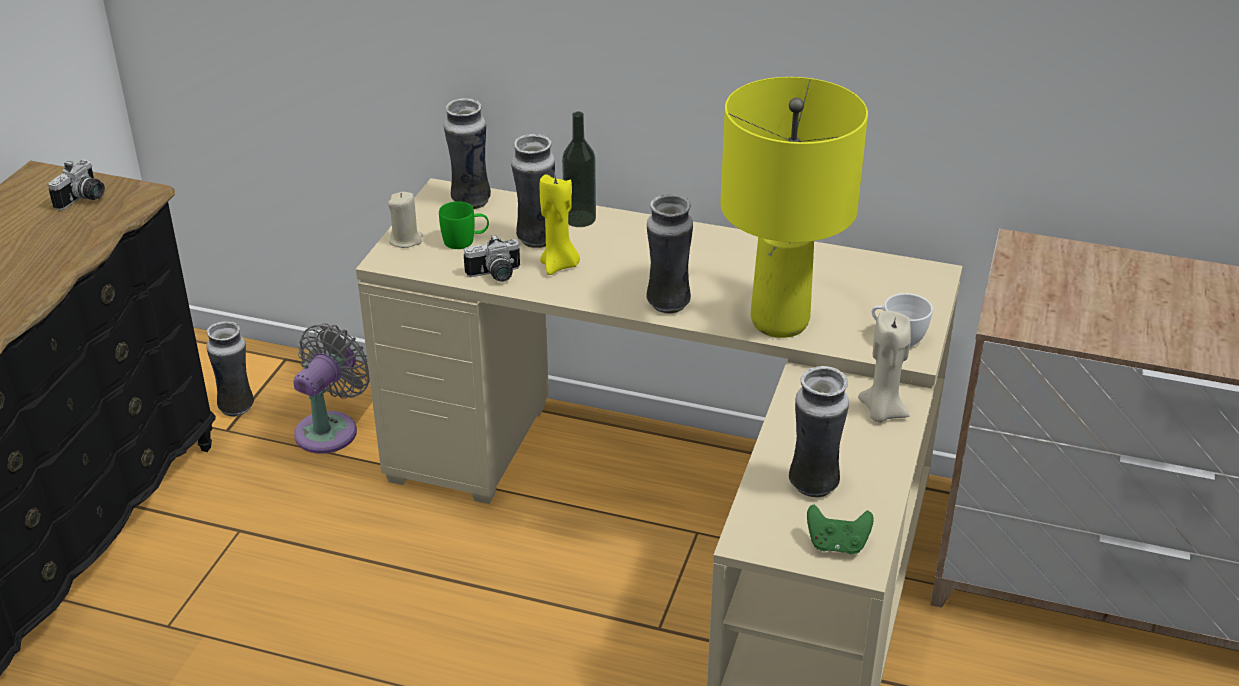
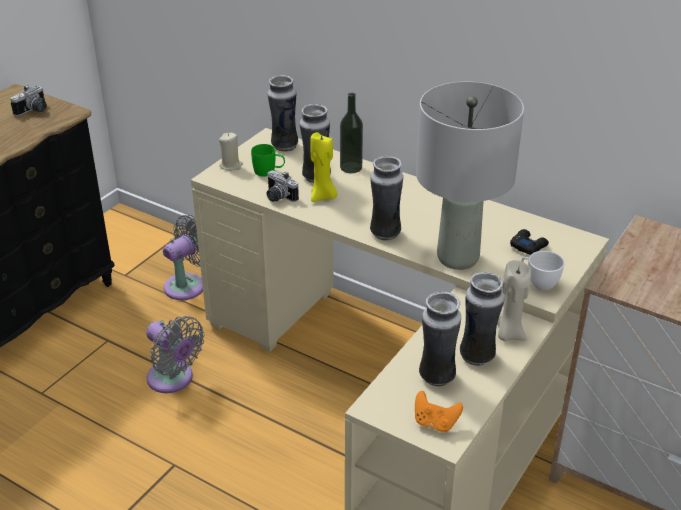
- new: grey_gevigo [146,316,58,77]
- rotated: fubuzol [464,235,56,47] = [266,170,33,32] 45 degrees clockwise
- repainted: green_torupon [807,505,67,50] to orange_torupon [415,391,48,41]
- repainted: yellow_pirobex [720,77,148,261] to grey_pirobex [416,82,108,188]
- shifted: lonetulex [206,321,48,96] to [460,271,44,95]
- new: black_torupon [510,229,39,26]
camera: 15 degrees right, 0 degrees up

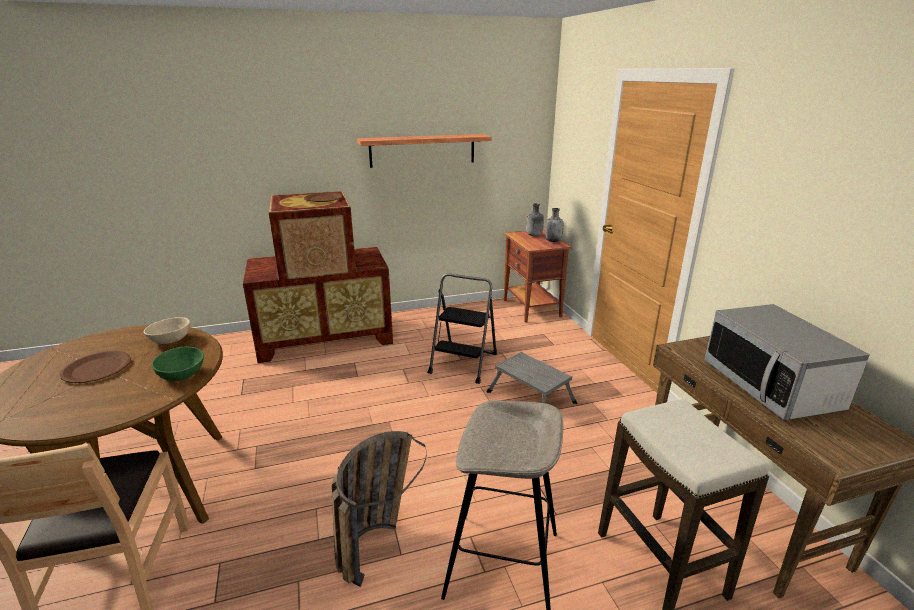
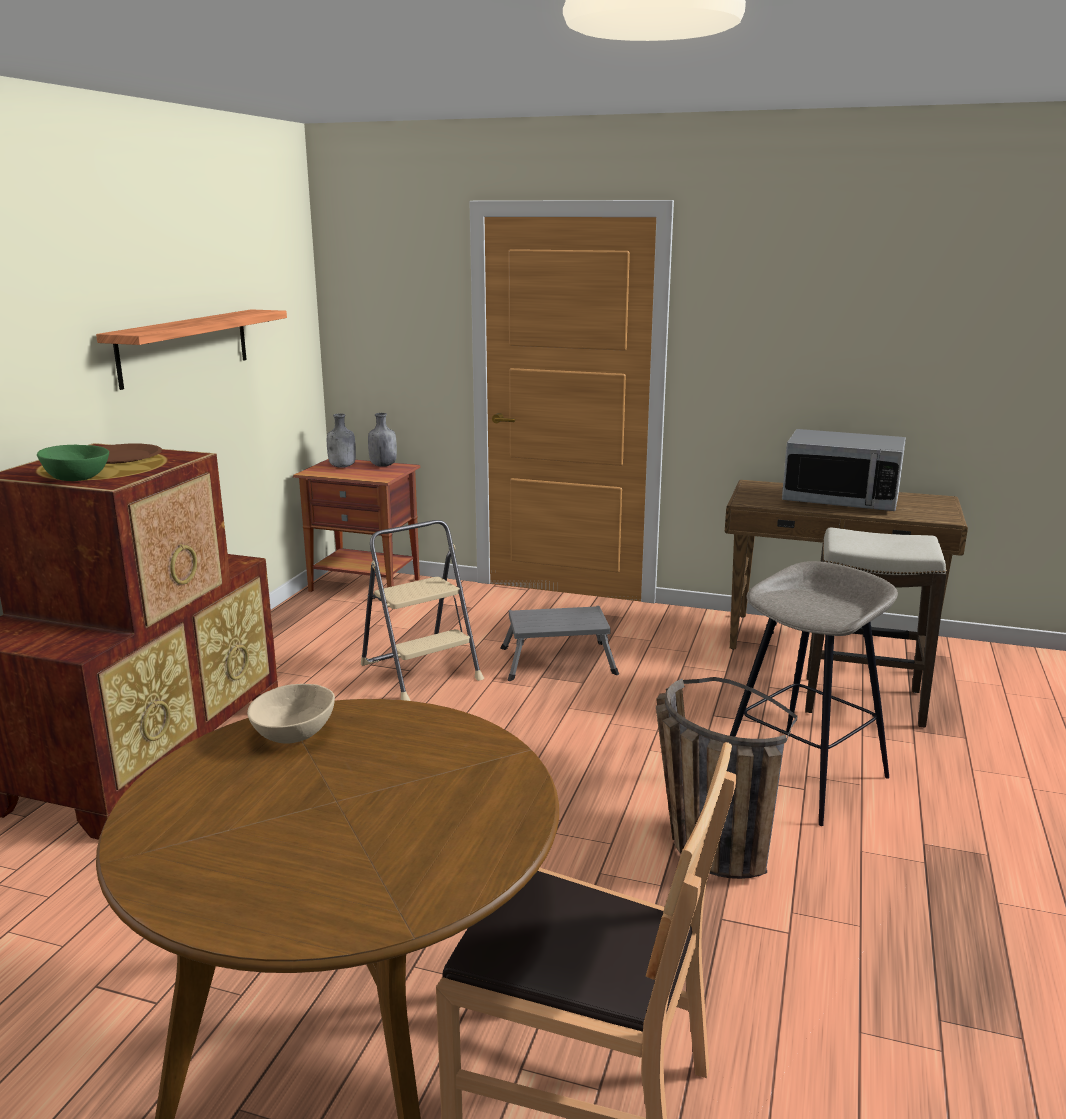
- shifted: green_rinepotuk [152,347,52,34] to [37,445,72,36]
- repainted: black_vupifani [427,274,70,110] to beige_vupifani [361,520,123,181]
- gone: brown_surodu [60,351,71,32]
camera: 55 degrees left, 5 degrees down

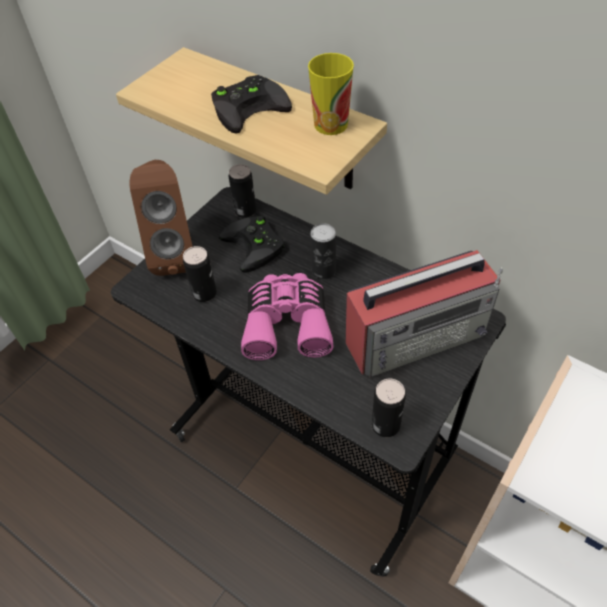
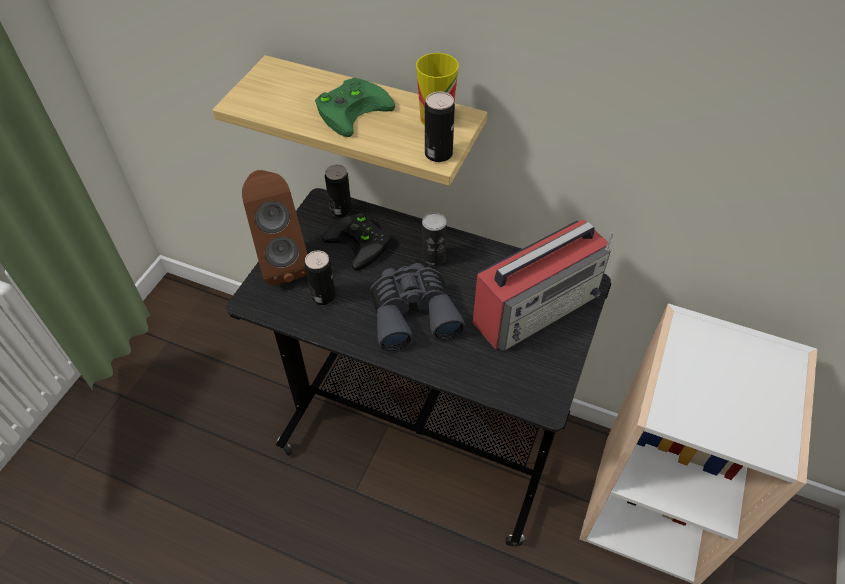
- repainted: black_torupon [211,75,81,59] to green_torupon [315,78,80,59]
- repainted: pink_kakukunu [241,273,93,87] to grey_kakukunu [371,263,95,89]
- shifted: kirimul [371,378,35,59] to [425,92,30,70]
camera: 15 degrees left, 0 degrees up

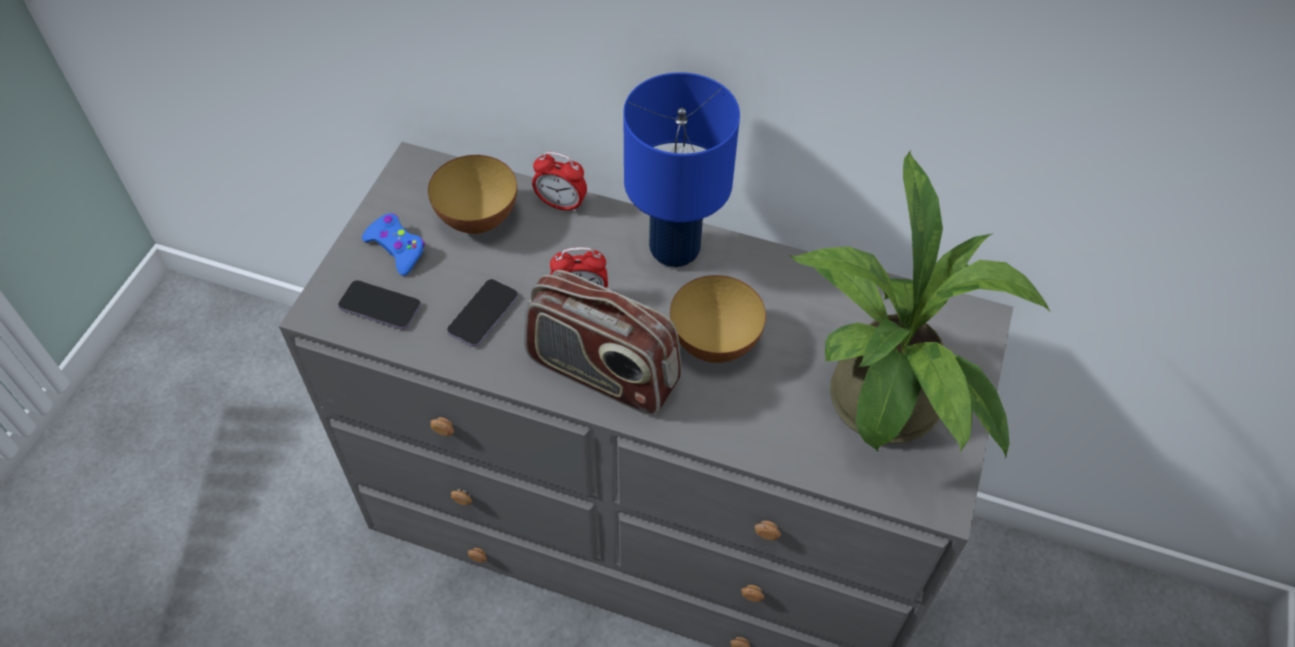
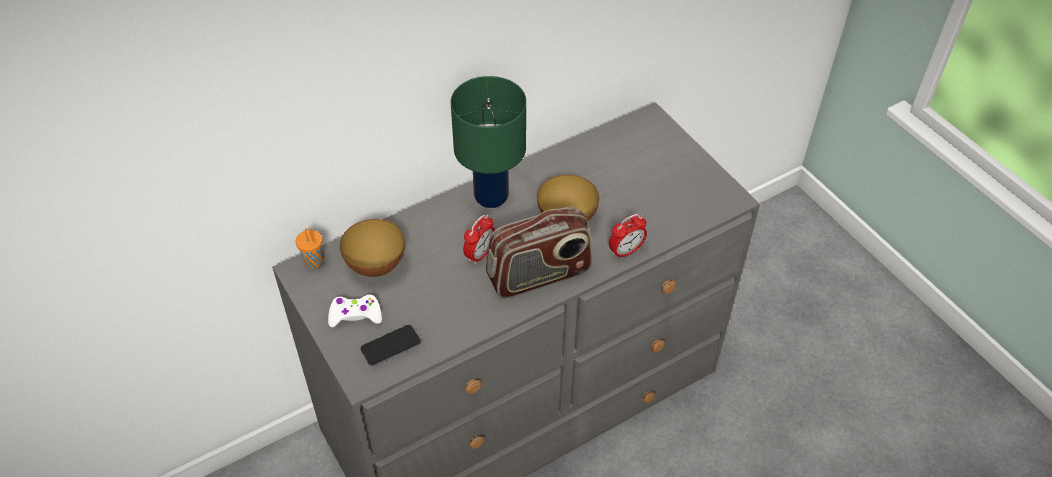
- new: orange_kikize [295,228,28,41]
- repainted: blue_torupon [362,213,63,63] to white_torupon [328,295,54,32]
- repainted: blue_pirobex [623,72,117,195] to green_pirobex [451,76,75,132]
- shifted: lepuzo [532,152,55,60] to [609,214,38,46]
- gone: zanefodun [447,279,71,68]
- gone: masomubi [789,150,261,308]
camera: 50 degrees left, 5 degrees down

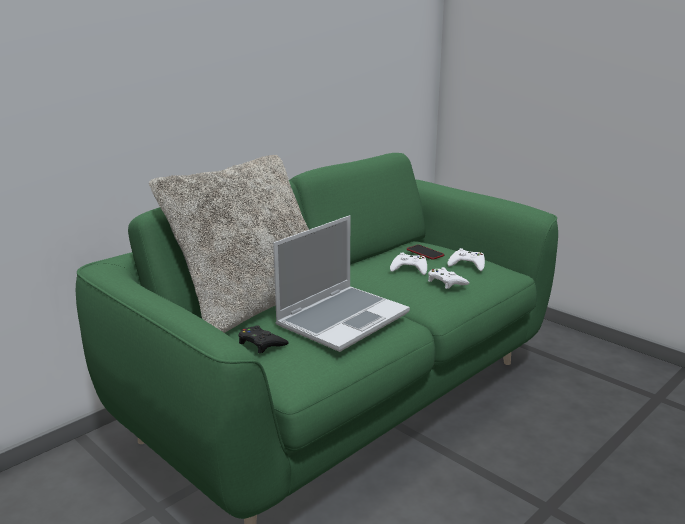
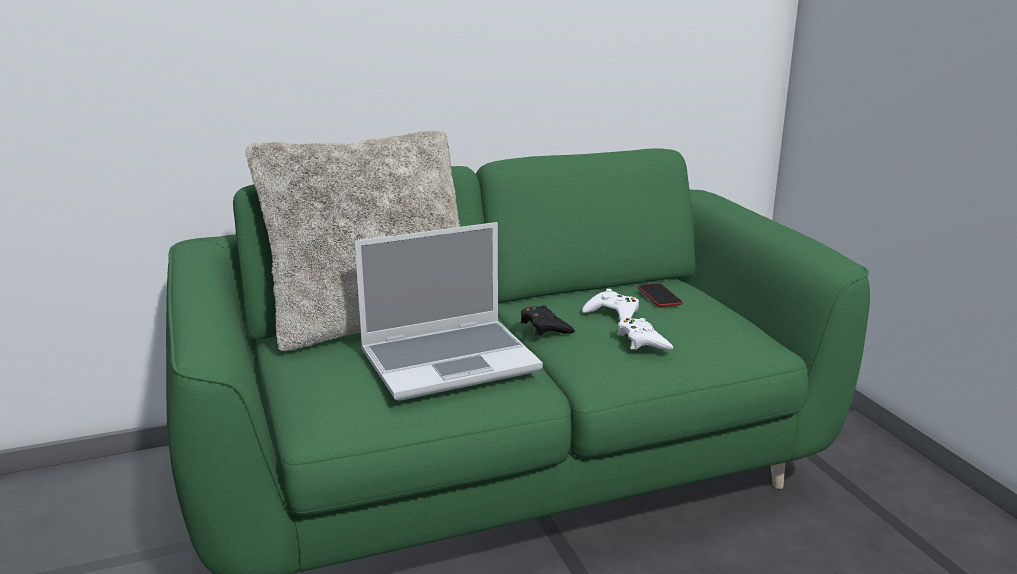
- shifted: black_torupon [238,325,51,28] to [520,305,55,31]
- gone: white_torupon [447,248,38,23]
camera: 25 degrees right, 0 degrees up

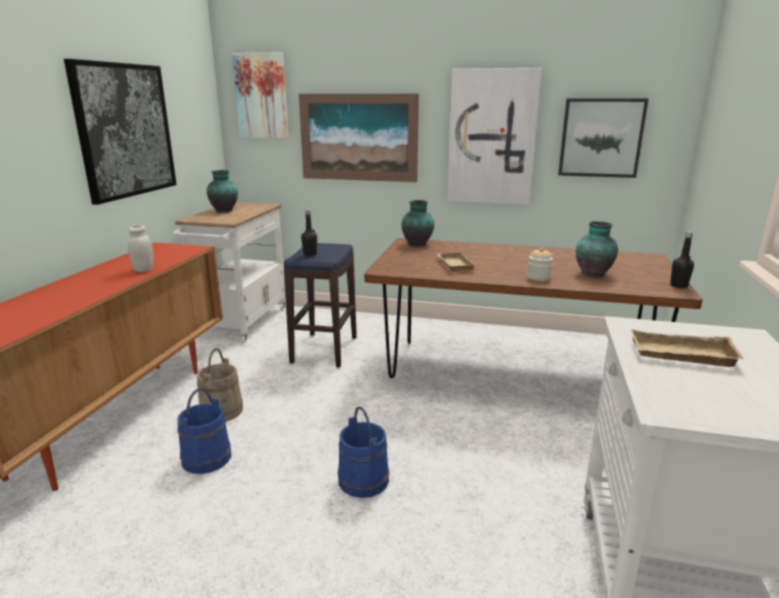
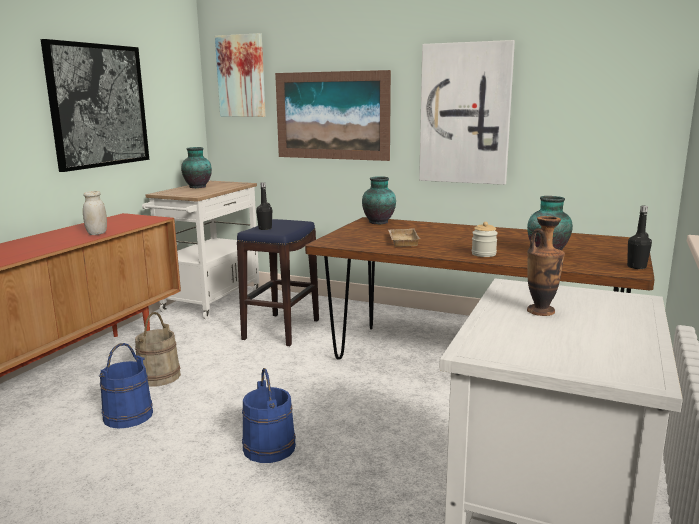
- swapped: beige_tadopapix [631,329,113,38] to lonetulex [527,216,38,100]
- gone: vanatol [558,98,91,80]
camera: 10 degrees right, 5 degrees down

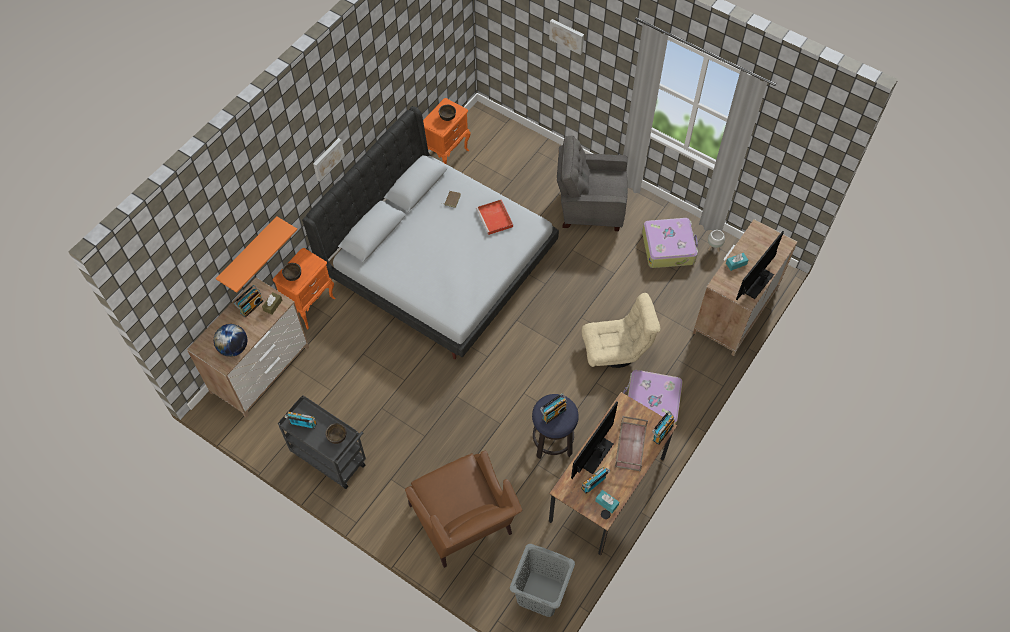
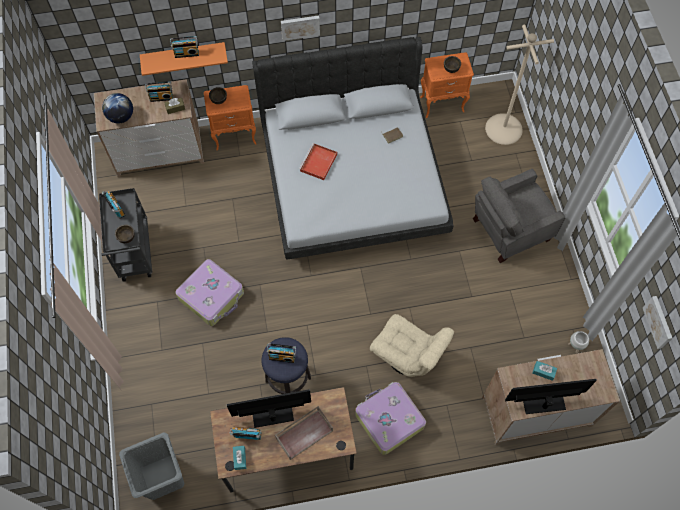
- shifted: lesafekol [652,411,23,34] to [170,36,29,22]
- shifted: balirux [642,218,56,50] to [175,259,69,67]
- shifted: red_tadopapix [476,200,37,35] to [299,143,38,37]
- rotated: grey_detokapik [557,136,71,95] = [473,169,93,94] 75 degrees counterclockwise
- new: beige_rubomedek [485,25,69,120]
- shifted: vanatol [549,19,35,36] to [643,296,29,53]
- gone: brown_detokapik [405,451,117,117]
camera: 45 degrees right, 5 degrees up

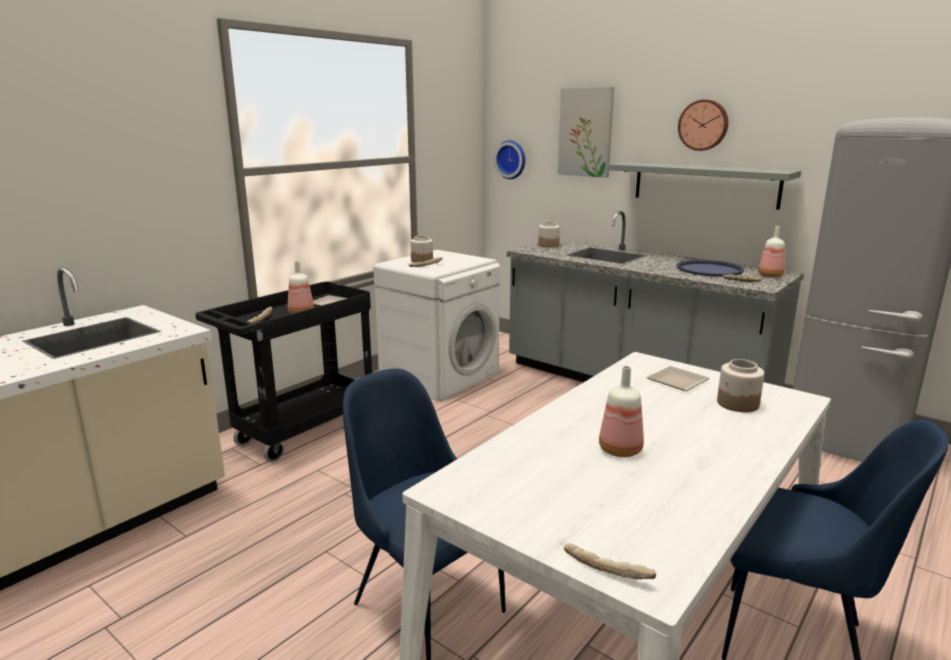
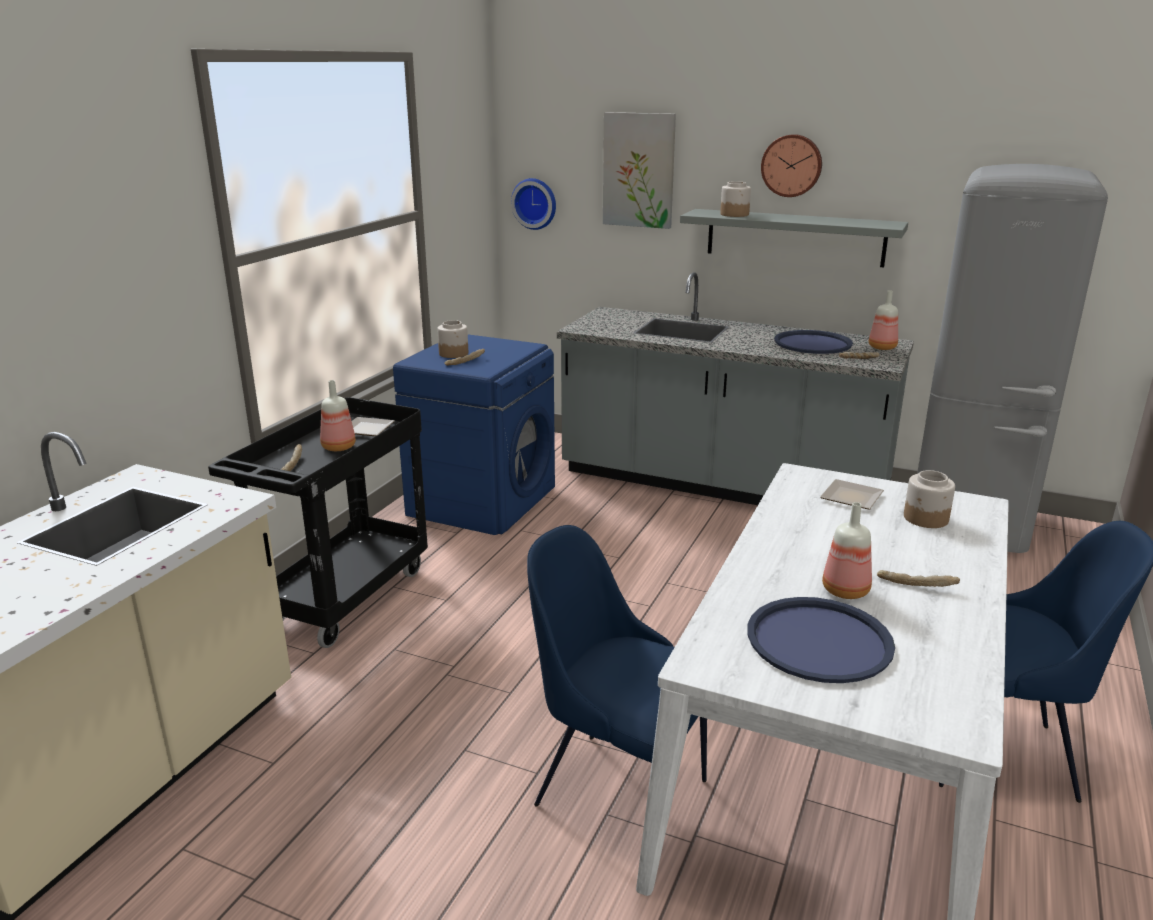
- repainted: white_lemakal [373,250,127,151] to blue_lemakal [393,334,162,201]
- shifted: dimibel [538,222,22,25] to [720,181,31,36]
- new: blue_tadopapix [747,597,148,86]
- shifted: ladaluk [564,543,92,36] to [877,570,83,17]
camera: 15 degrees left, 5 degrees up

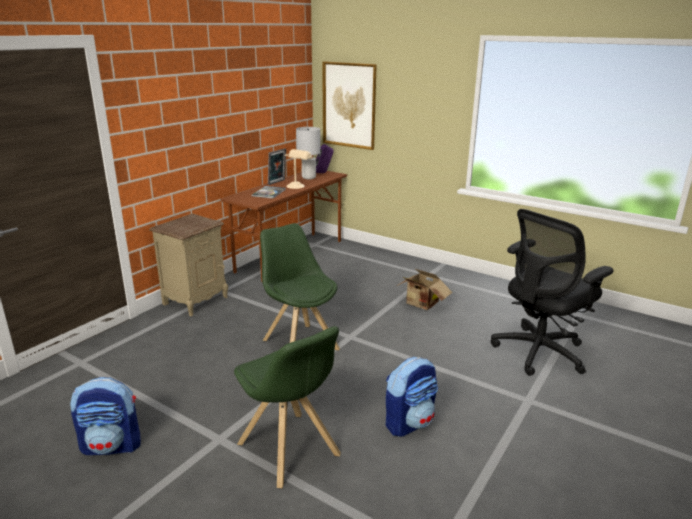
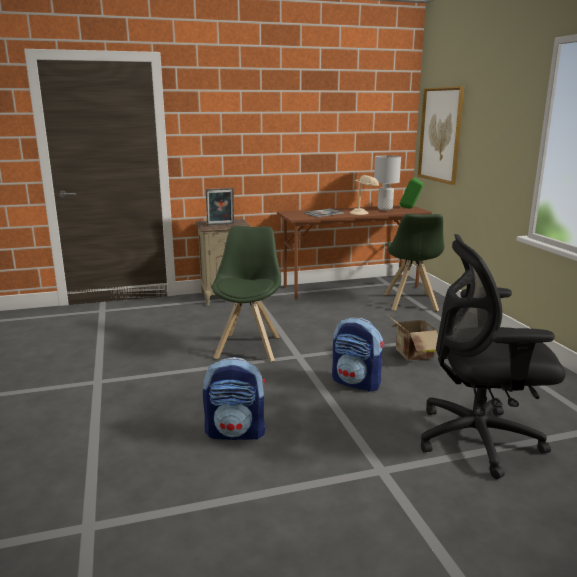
- shifted: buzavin [268,148,18,37] to [206,188,28,37]
- shifted: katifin [70,377,71,78] to [332,318,52,74]
- shifted: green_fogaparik [234,326,107,163] to [384,214,60,97]
- repainted: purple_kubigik [316,144,18,29] to green_kubigik [400,177,23,31]
camera: 40 degrees right, 5 degrees down

